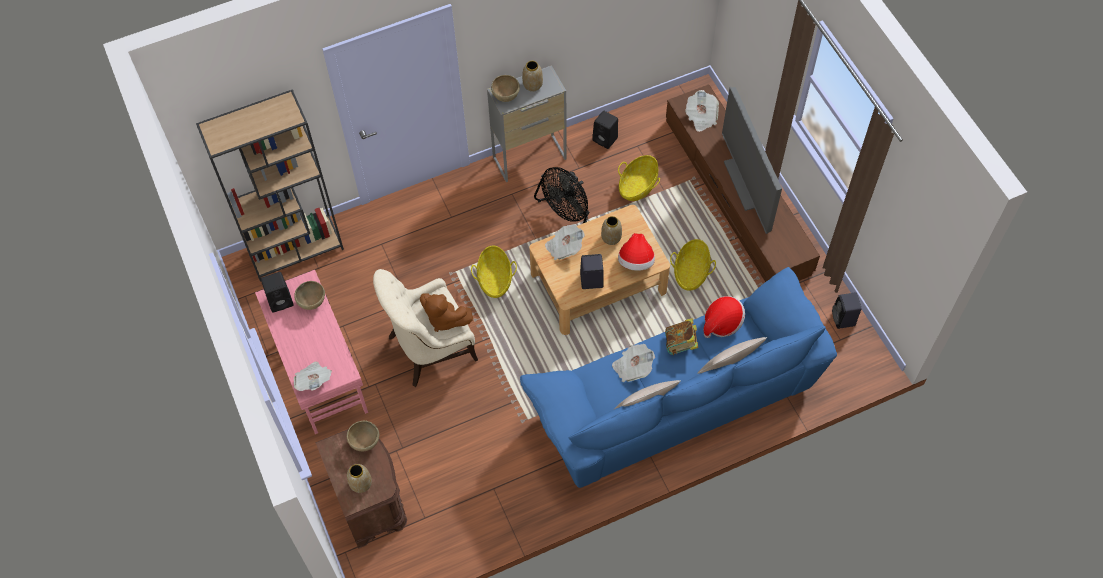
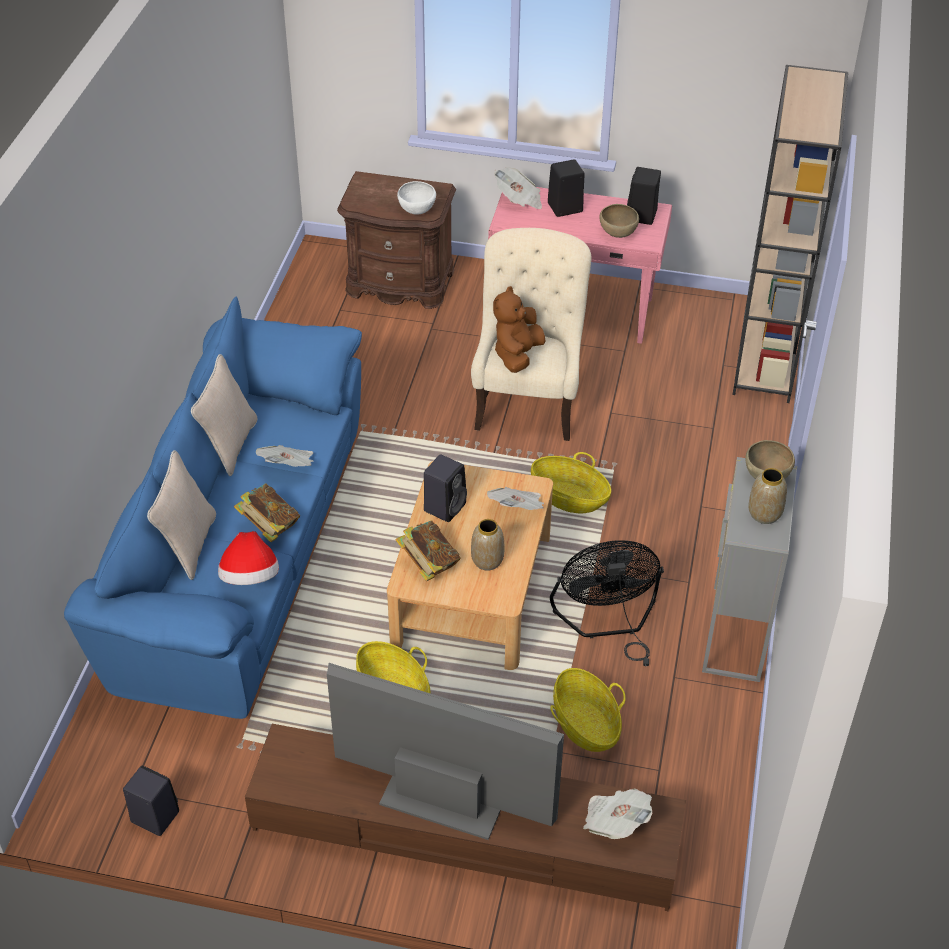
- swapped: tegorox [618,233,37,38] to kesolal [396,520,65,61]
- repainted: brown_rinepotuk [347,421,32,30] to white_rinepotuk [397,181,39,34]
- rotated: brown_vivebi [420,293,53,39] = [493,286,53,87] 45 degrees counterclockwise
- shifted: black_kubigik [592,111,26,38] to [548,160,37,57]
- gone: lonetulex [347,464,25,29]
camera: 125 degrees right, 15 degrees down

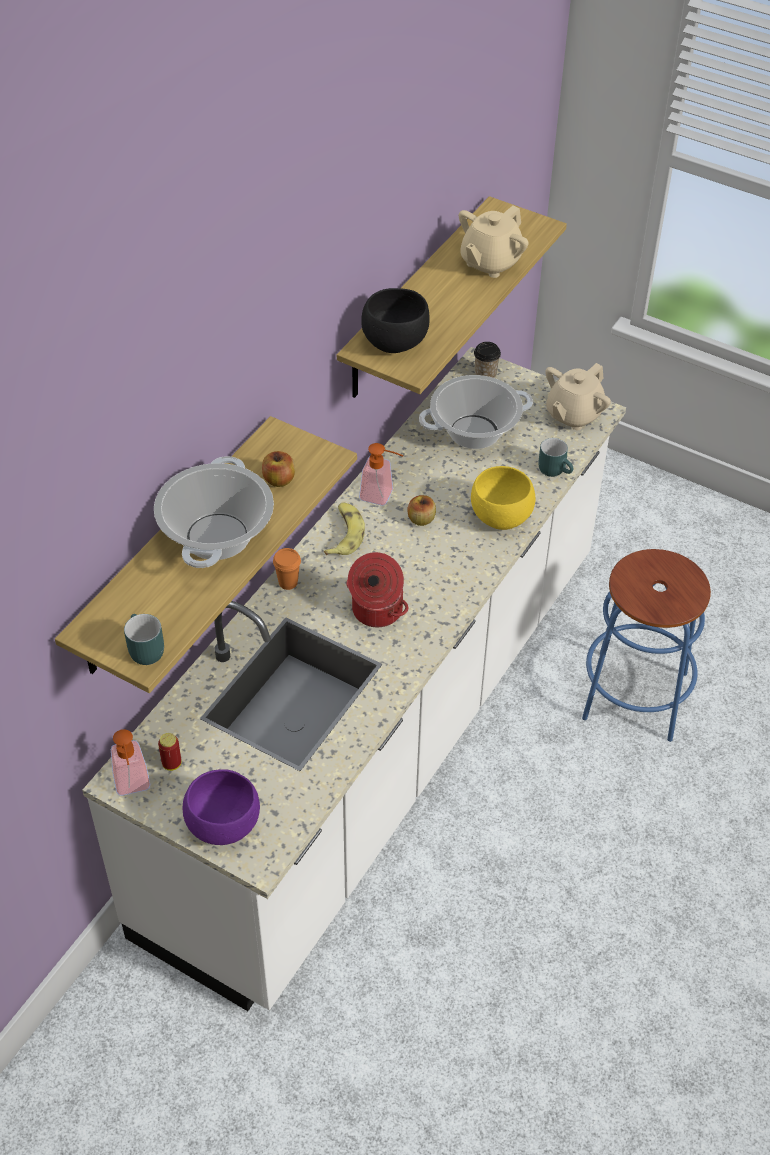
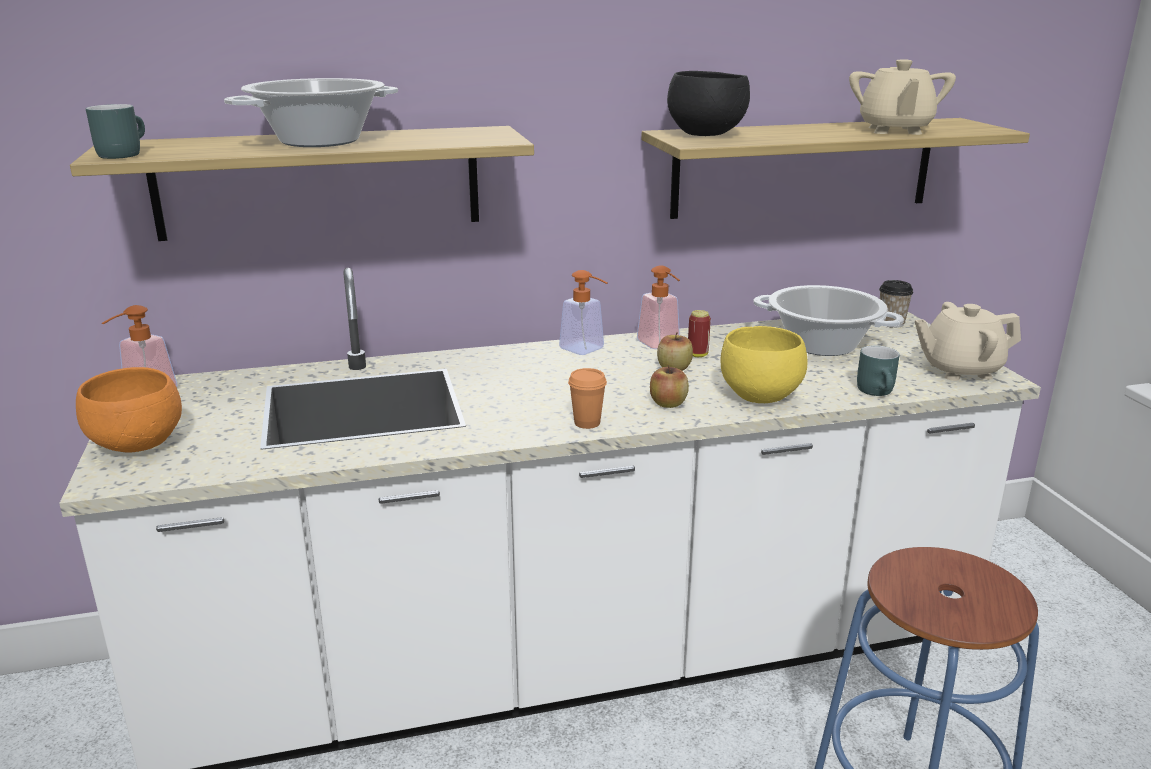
- repainted: purple_rinepotuk [182,769,78,76] to orange_rinepotuk [76,367,106,86]
- swapped: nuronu [324,503,41,52] to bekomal [559,270,48,85]
- shifted: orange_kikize [273,548,28,42] to [568,368,39,61]
- shifted: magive [262,451,33,36] to [650,365,39,43]
- shifted: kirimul [158,733,23,38] to [688,310,23,47]
- rotated: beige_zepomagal [459,205,70,73] = [849,59,107,76] 75 degrees counterclockwise
- gone: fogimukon [346,552,63,75]
camera: 45 degrees right, 25 degrees down

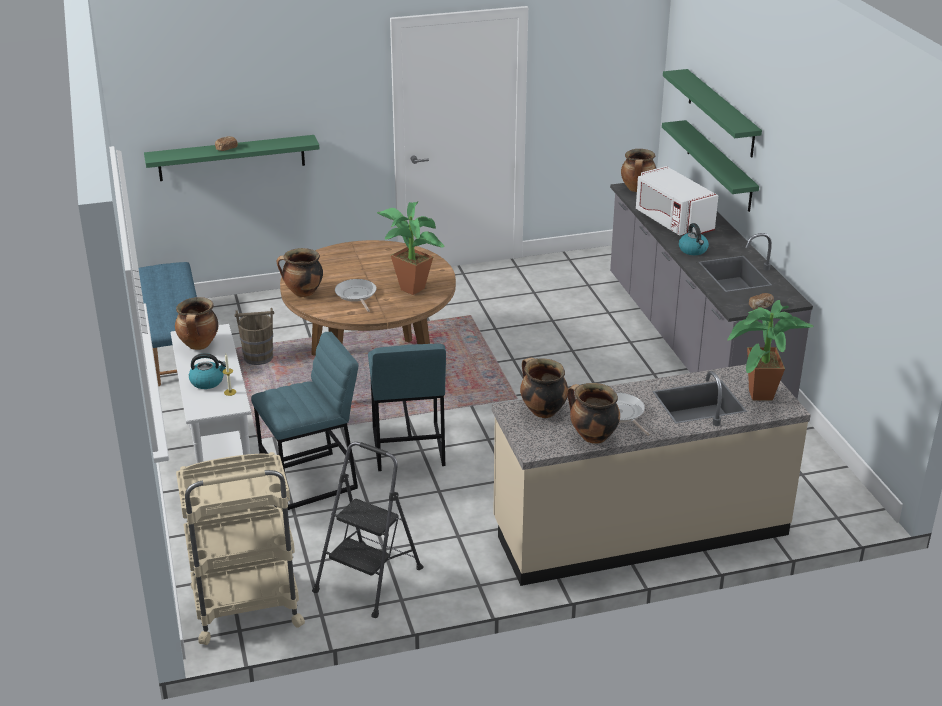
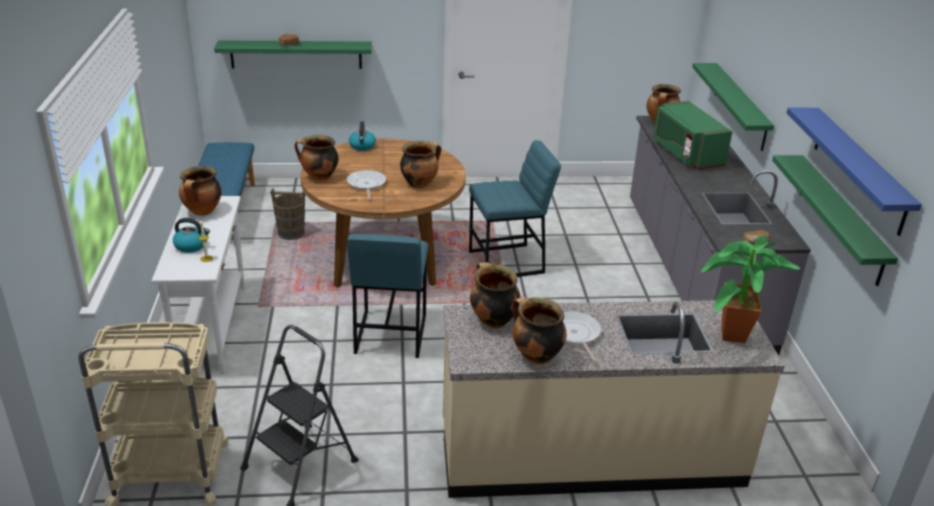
- shifted: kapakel [679,223,30,32] to [349,122,27,29]
- swapped: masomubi [377,201,67,94] to fogimukon [400,141,41,47]
- shifted: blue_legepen [251,332,107,178] to [469,140,92,137]
- repainted: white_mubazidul [636,166,82,70] to green_mubazidul [653,101,80,68]
- shifted: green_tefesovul [663,69,99,89] to [772,155,126,131]
- new: blue_tefesovul [787,108,135,128]
camera: 10 degrees right, 0 degrees up

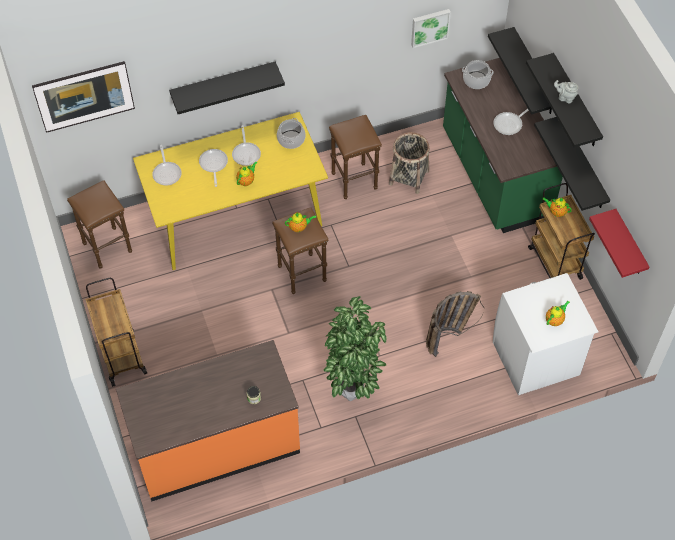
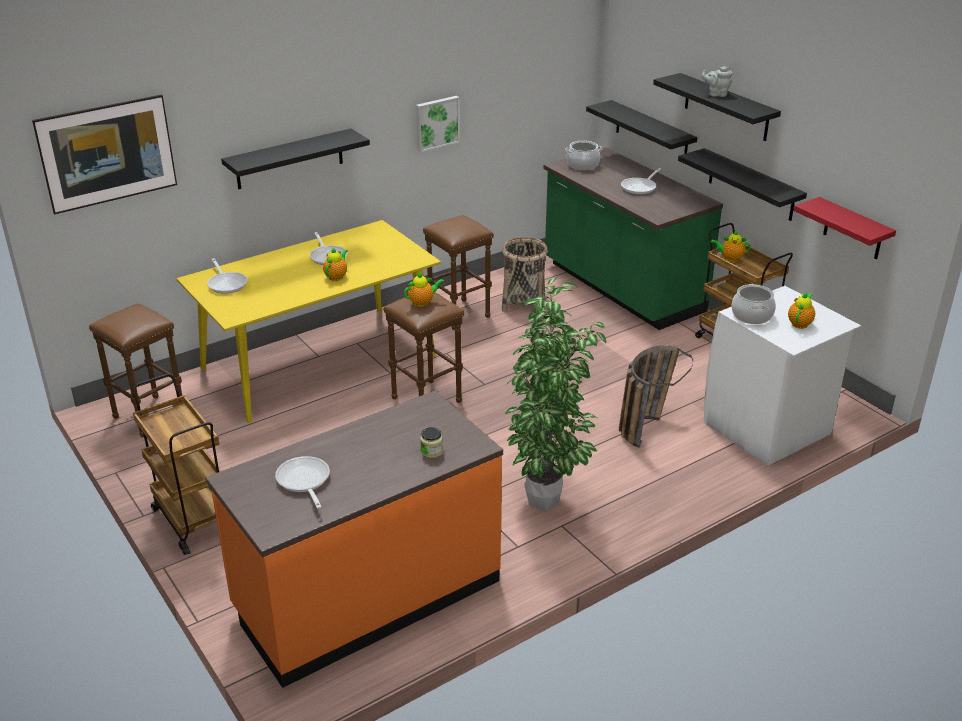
- shifted: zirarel [199,149,29,38] to [275,456,55,53]
- shifted: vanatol [411,9,40,39] to [416,96,44,56]
- shifted: fogimukon [277,118,28,31] to [732,284,44,40]
camera: 15 degrees left, 25 degrees down

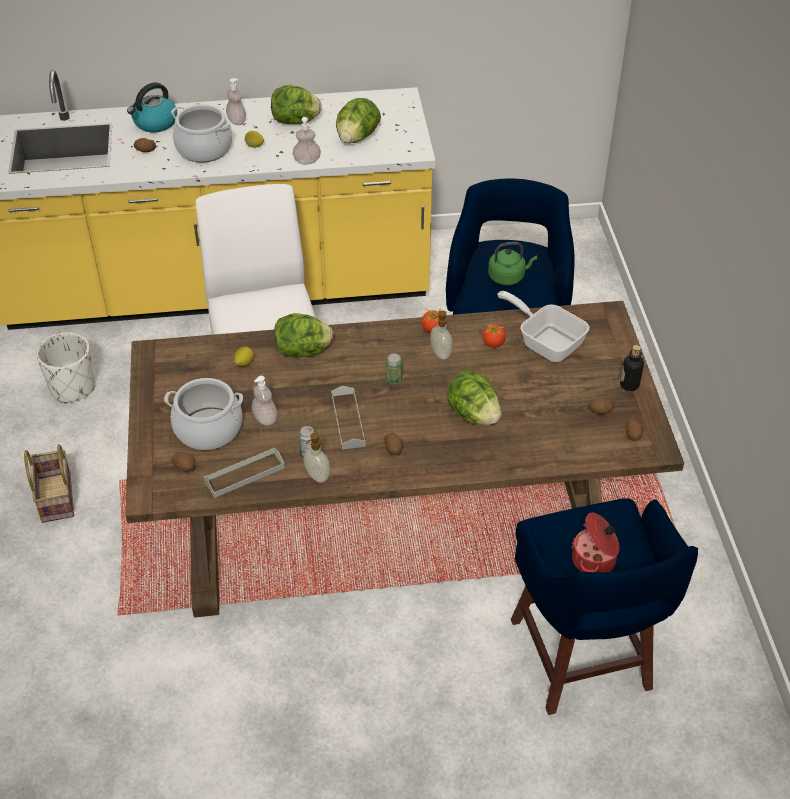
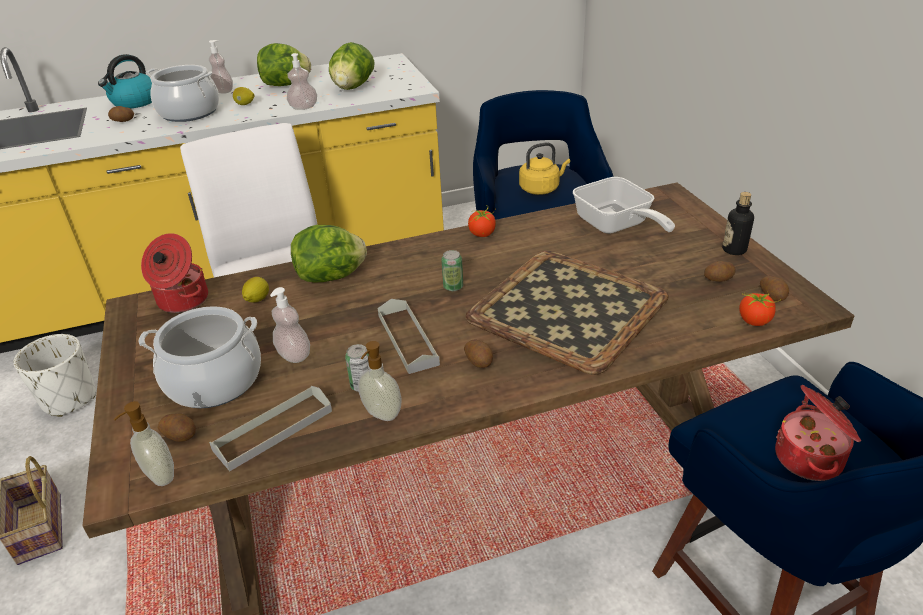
- shifted: bekomal [430,311,23,49] to [114,401,60,85]
- new: fogimukon [141,233,67,80]
- swapped: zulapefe [447,370,54,55] to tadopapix [465,251,204,124]
- repainted: green_kapakel [488,242,49,43] to yellow_kapakel [519,142,51,53]
- rotated: zirarel [497,291,92,71] = [573,177,102,57] 150 degrees counterclockwise
- shifted: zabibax [482,323,24,25] to [739,292,42,34]
camera: 10 degrees left, 10 degrees down

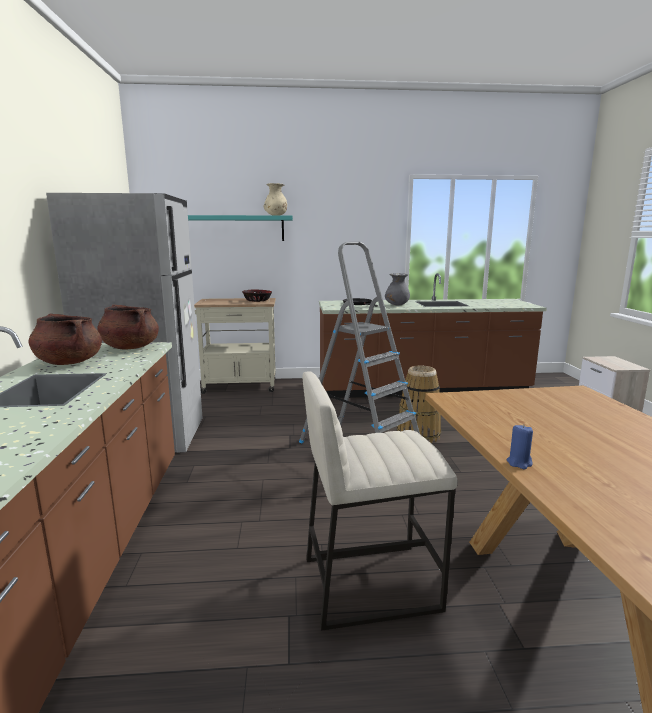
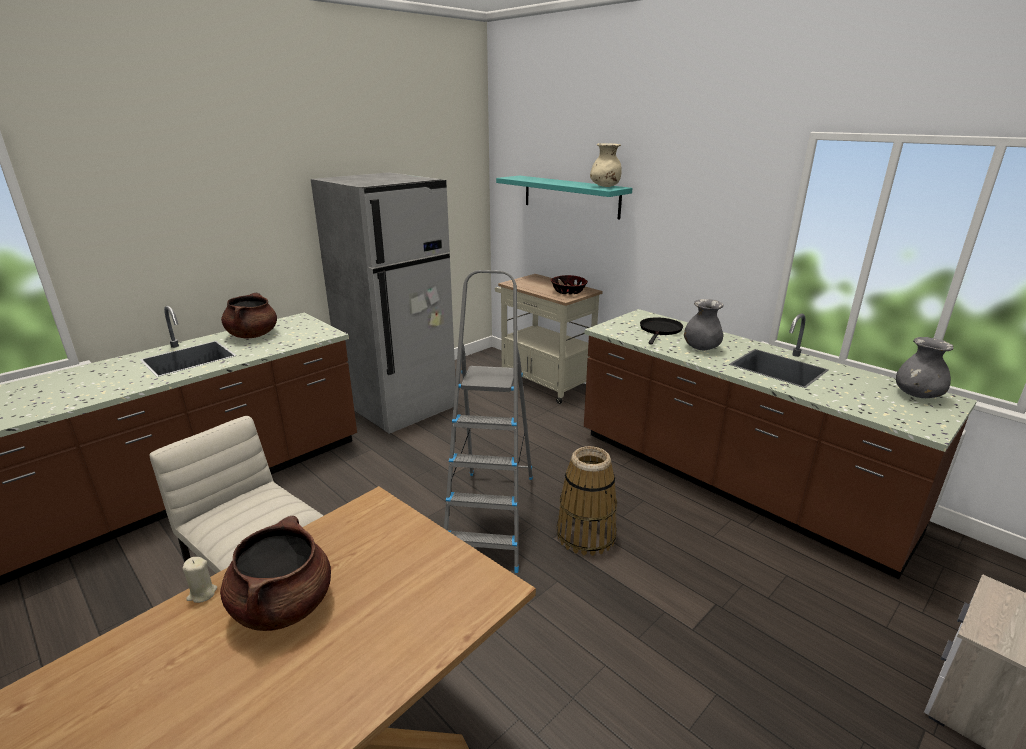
- repainted: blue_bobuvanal [507,424,26,45] to beige_bobuvanal [182,557,35,46]
- shifted: brown_fogimukon [97,304,62,45] to [220,516,111,115]
- new: grey_lonetulex [896,337,57,61]
camera: 50 degrees right, 10 degrees up

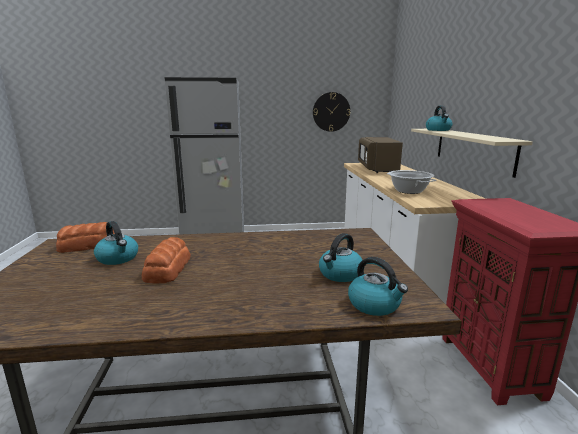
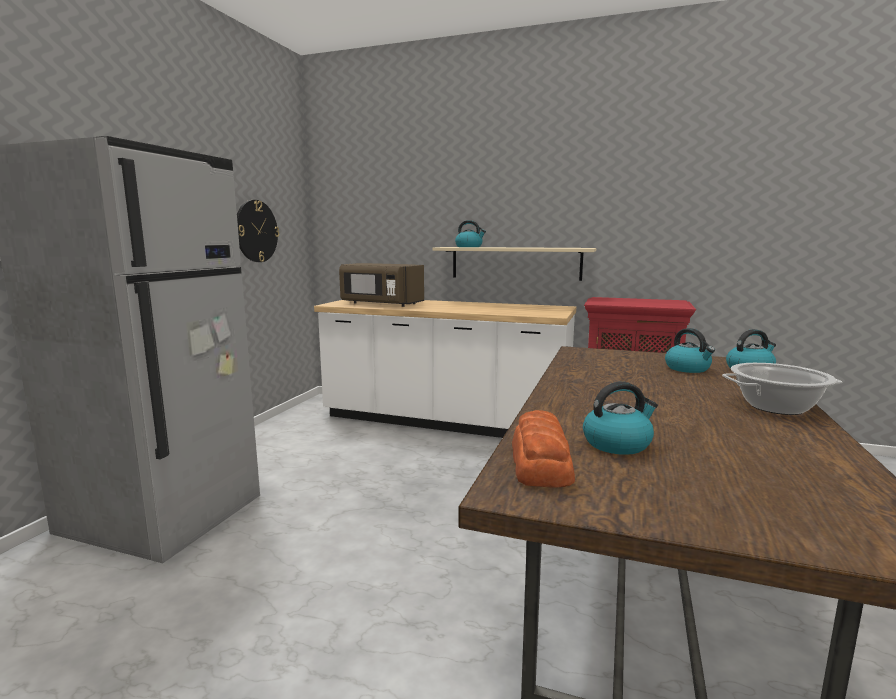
- shifted: fogimukon [387,170,49,24] to [722,363,120,52]
- gone: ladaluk [142,237,49,47]
camera: 65 degrees left, 5 degrees down

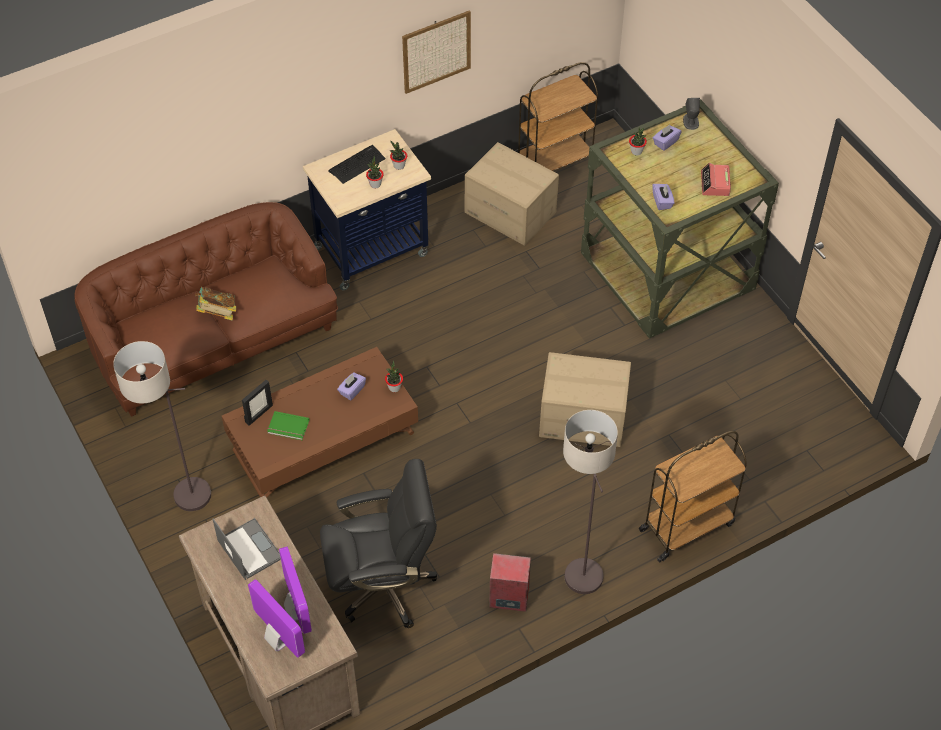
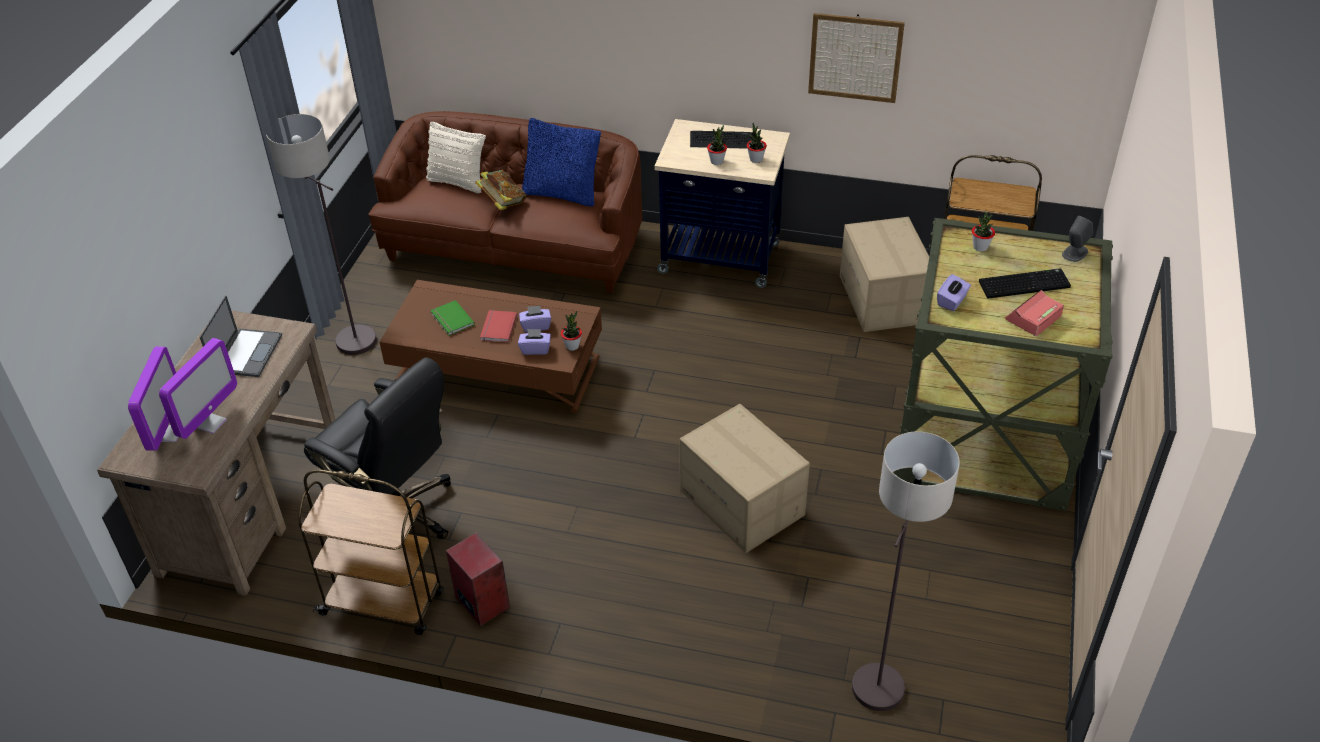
- shifted: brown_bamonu [639,431,108,131] to [298,469,146,166]
- new: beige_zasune [426,122,60,71]
- new: red_kesolal [480,310,37,32]
- shifted: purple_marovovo [653,125,28,26] to [518,329,33,26]
- new: blue_zasune [522,118,79,88]
- shifted: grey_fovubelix [563,410,55,184] to [852,431,108,280]
- new: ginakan [979,268,92,31]
- gone: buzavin [242,380,31,46]
camera: 45 degrees right, 10 degrees down

